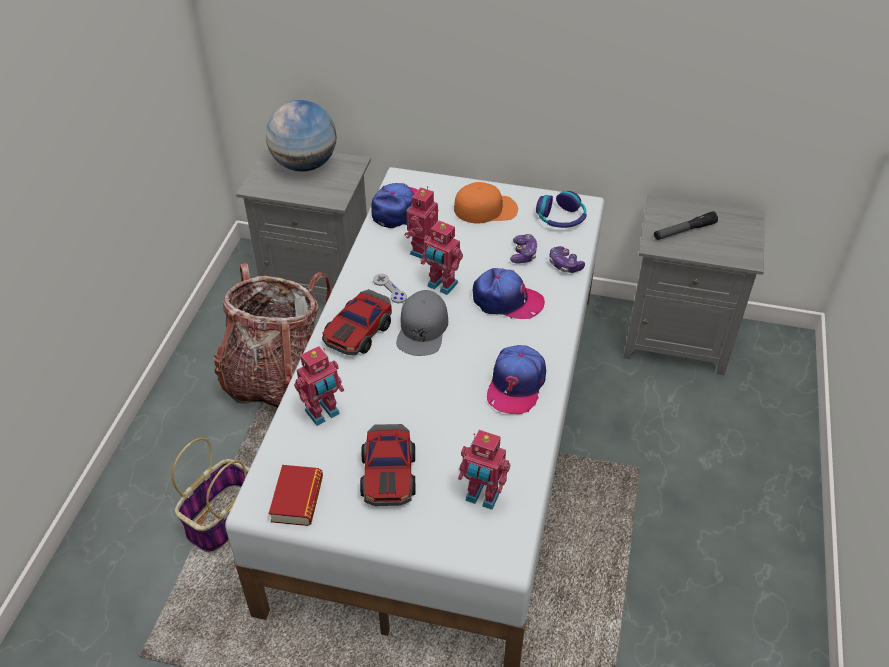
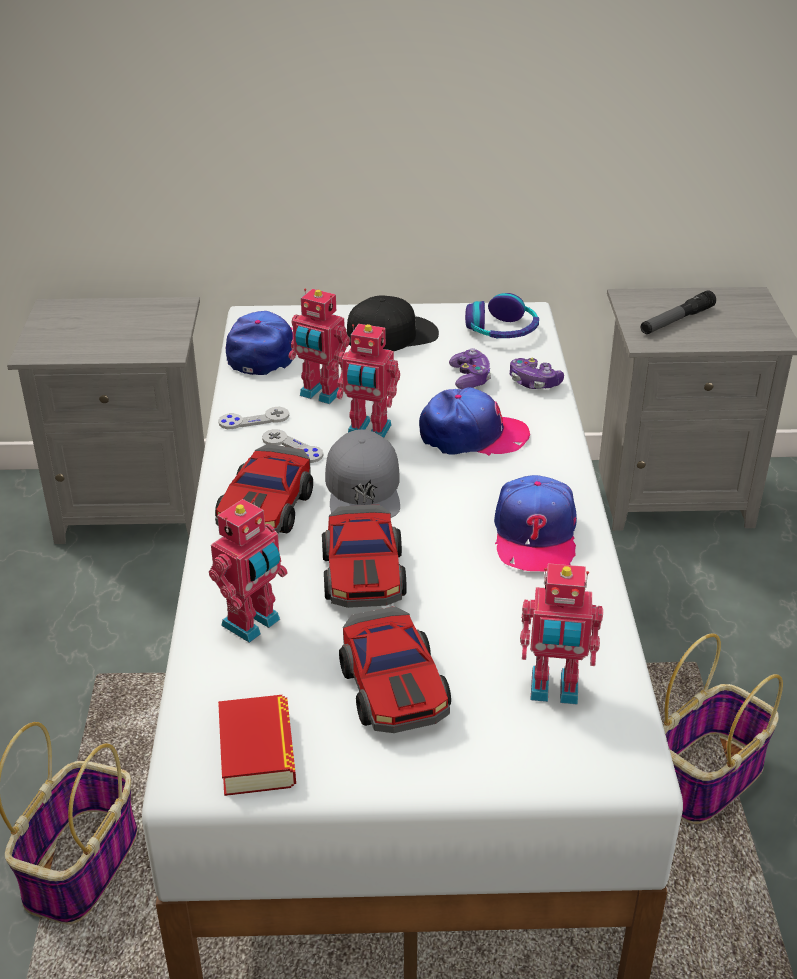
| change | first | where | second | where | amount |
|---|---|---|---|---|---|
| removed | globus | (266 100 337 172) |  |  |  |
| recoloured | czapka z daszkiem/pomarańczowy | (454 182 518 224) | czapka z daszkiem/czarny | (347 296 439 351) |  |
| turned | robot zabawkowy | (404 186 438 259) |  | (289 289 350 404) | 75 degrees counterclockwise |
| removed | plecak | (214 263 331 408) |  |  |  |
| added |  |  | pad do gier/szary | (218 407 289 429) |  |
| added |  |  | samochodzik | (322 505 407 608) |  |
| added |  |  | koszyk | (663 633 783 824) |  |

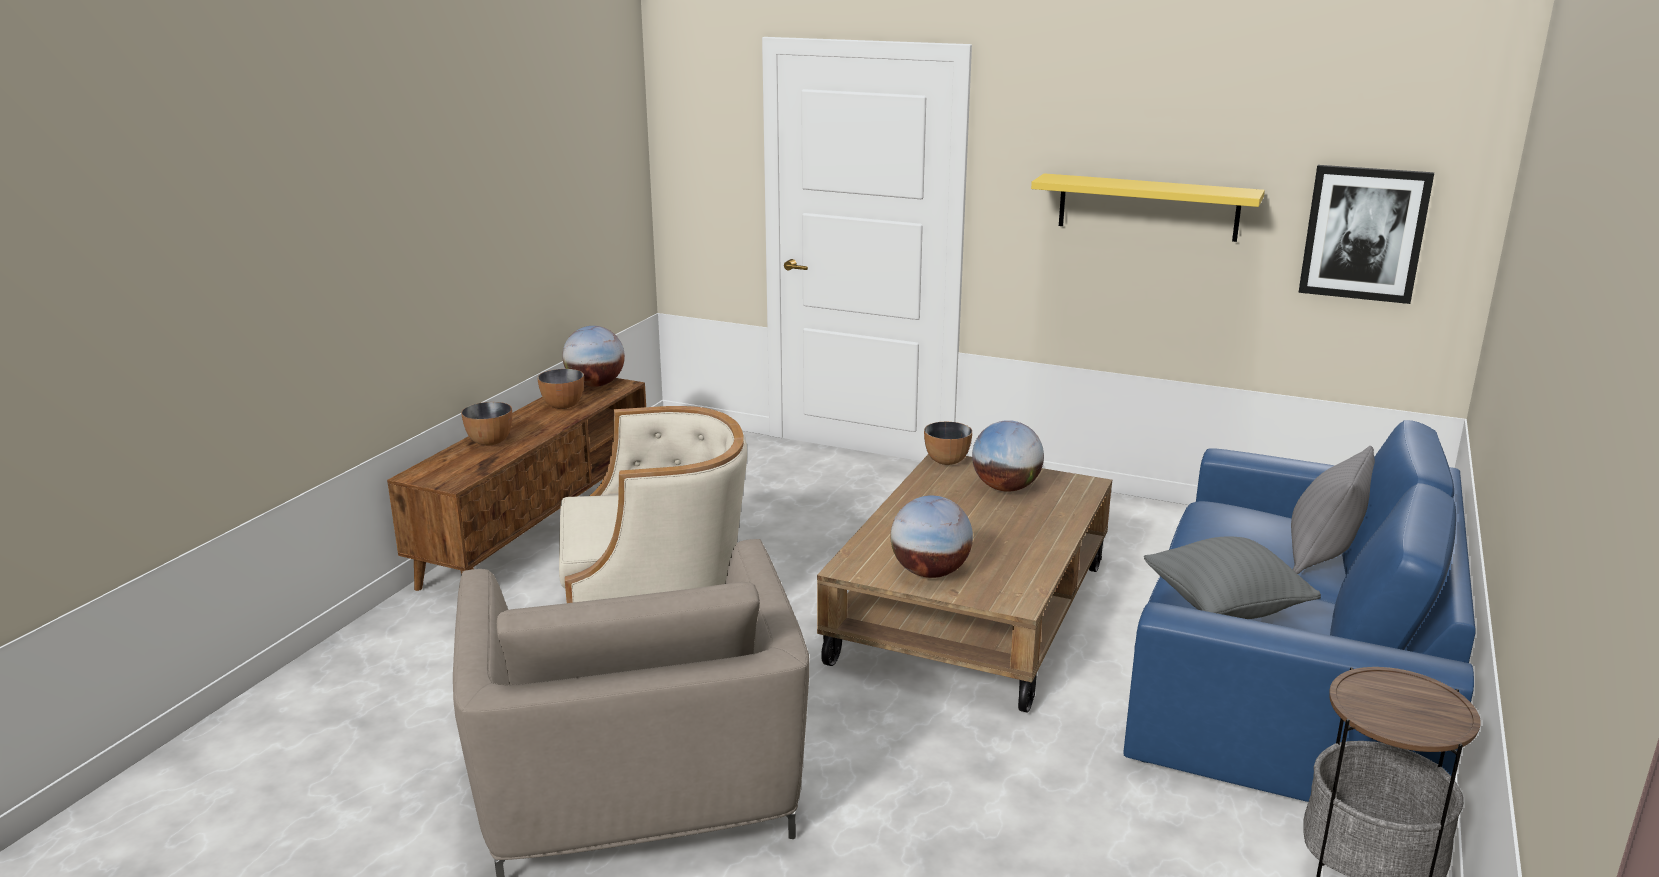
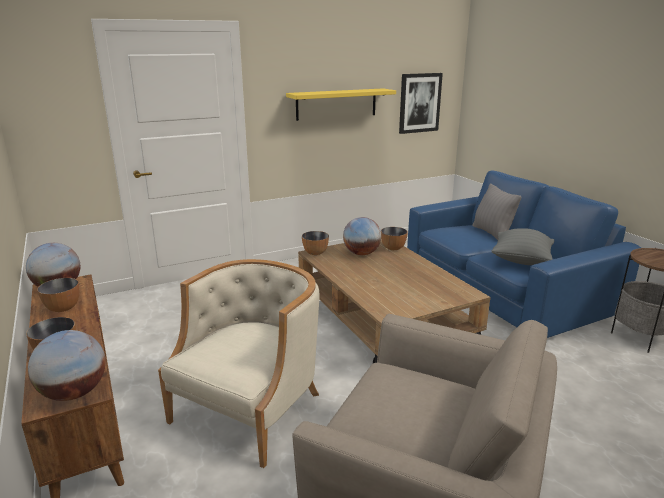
| change | first | where | second | where | amount |
|---|---|---|---|---|---|
| moved | globus | (891 495 973 578) |  | (28 330 106 401) |  |
| added |  |  | miska | (381 227 408 250) |  |

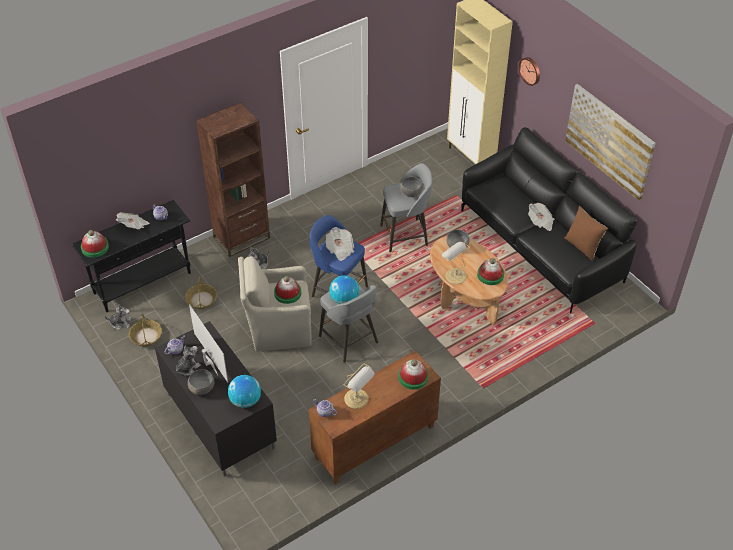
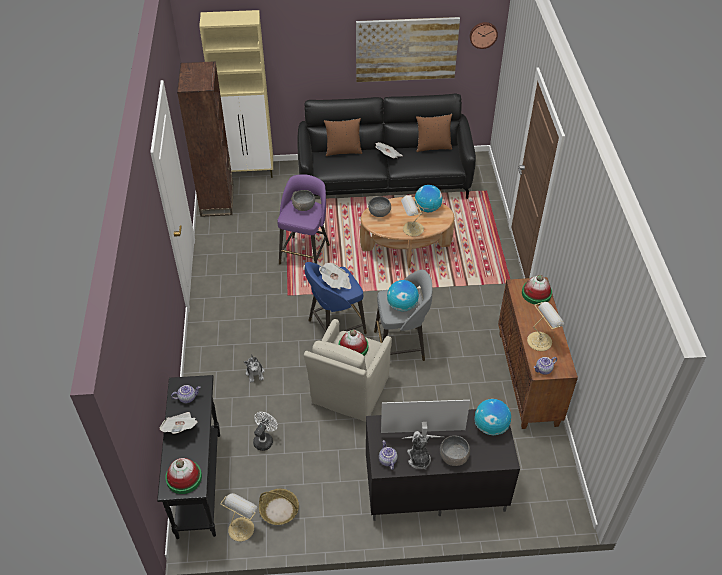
| change | first | where | second | where | amount |
|---|---|---|---|---|---|
| moved | zegar ścienny | (519 57 540 86) |  | (470 22 498 49) |  |
| moved | regał/brązowy | (196 102 270 257) |  | (177 61 234 217) |  |
| recoloured | stołek/szary | (380 163 432 252) | stołek/fioletowy | (277 174 330 265) |  |
| replaced | kapelusz | (477 258 504 285) | globus | (415 185 442 212) |  |
| replaced | koszyk | (185 277 217 309) | wentylator/biały | (253 412 278 451) |  |
| replaced | pluszak | (105 304 132 330) | lampa stołowa | (220 493 257 542) |  |
| added |  |  | poduszka/brązowy | (324 118 362 156) |  |

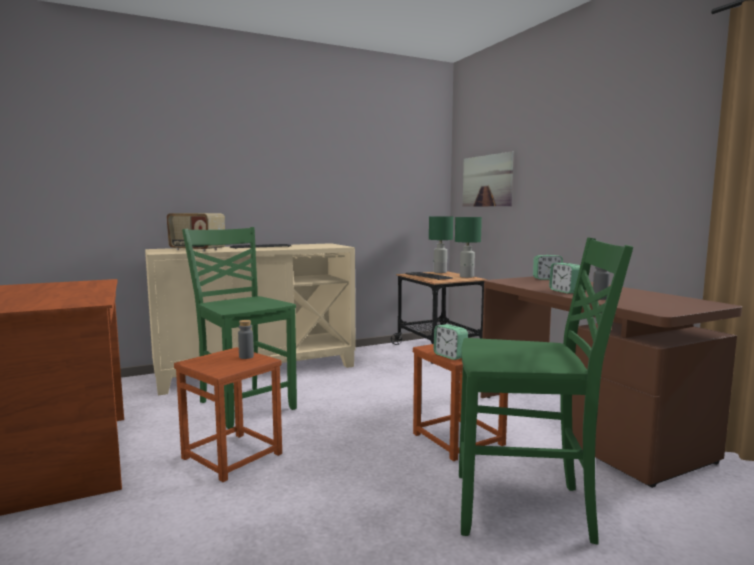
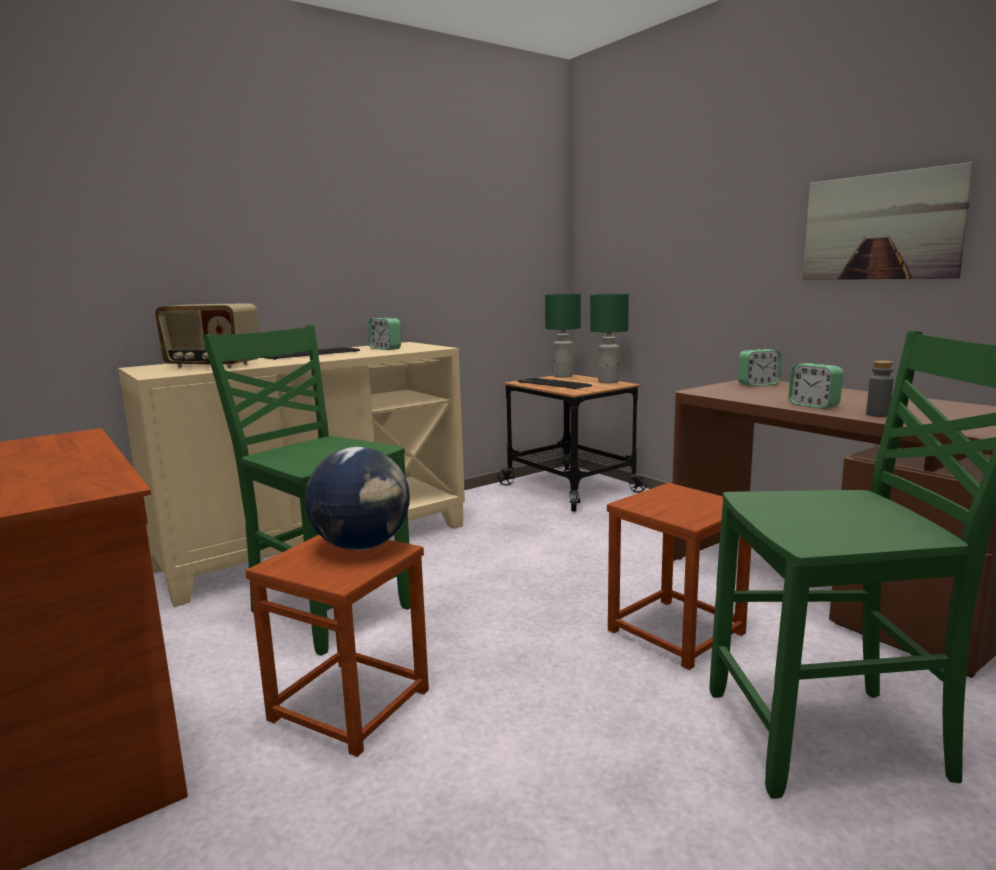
| change | first | where | second | where | amount |
|---|---|---|---|---|---|
| moved | obraz | (463 151 514 207) |  | (803 162 975 280) |  |
| replaced | butelka/szary | (238 320 254 359) | globus | (305 447 410 550) |  |
| moved | budzik | (433 324 468 360) |  | (368 318 401 350) |  |

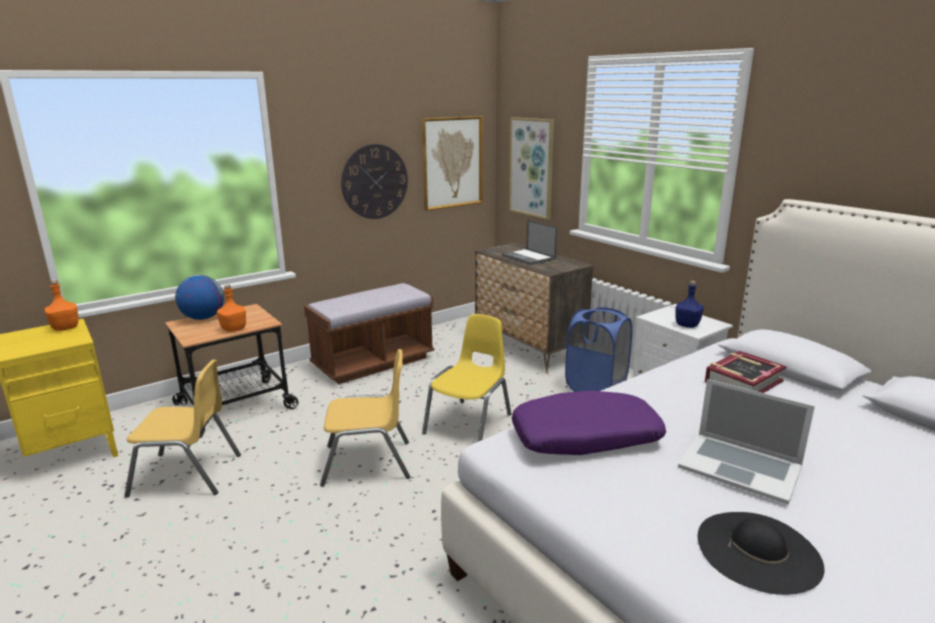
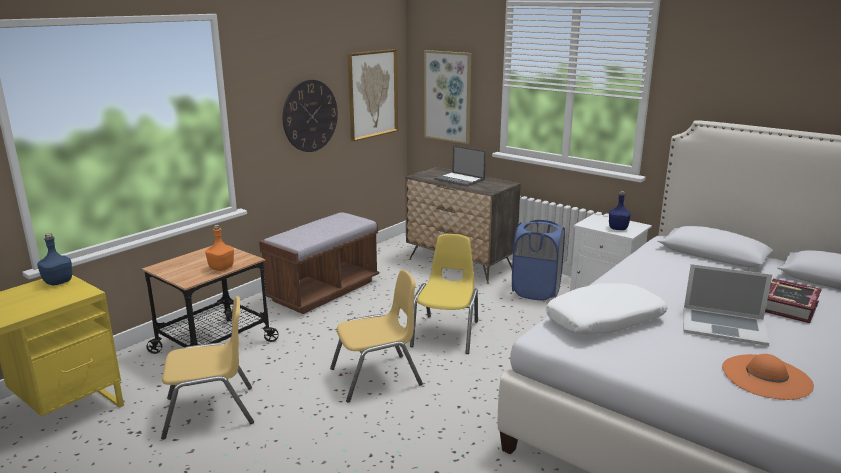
| change | first | where | second | where | amount |
|---|---|---|---|---|---|
| removed | globus | (175 275 224 320) |  |  |  |
| recoloured | butelka/pomarańczowy | (44 280 79 331) | butelka/niebieski | (37 233 72 285) |  |
| moved | książka | (705 351 786 393) |  | (765 278 822 323) |  |
| recoloured | poduszka/fioletowy | (512 390 666 455) | poduszka/biały | (546 283 667 334) |  |
| recoloured | kapelusz/czarny | (698 512 824 595) | kapelusz/pomarańczowy | (722 354 814 400) |  |

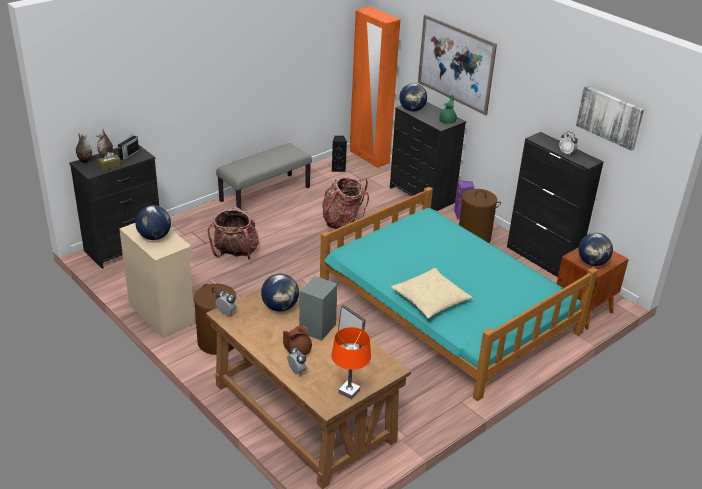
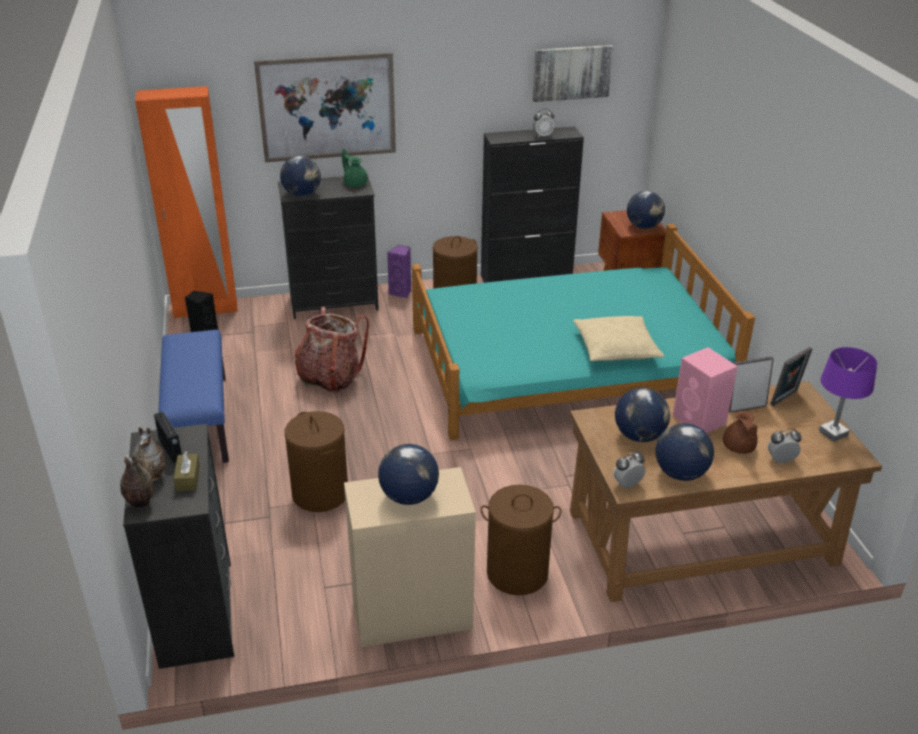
| change | first | where | second | where | amount |
|---|---|---|---|---|---|
| recoloured | ławka/szary | (216 143 312 209) | ławka/niebieski | (158 330 229 463) |  |
| replaced | plecak | (208 207 259 260) | kosz na pranie/brązowy | (284 411 348 512) |  |
| recoloured | głośnik/szary | (299 276 338 341) | głośnik/różowy | (673 347 738 433) |  |
| recoloured | lampa stołowa/pomarańczowy | (331 327 371 400) | lampa stołowa/fioletowy | (819 347 877 442) |  |
| added |  |  | ramka na zdjęcie | (770 347 812 406) |  |
| added |  |  | globus | (655 423 714 481) |  |

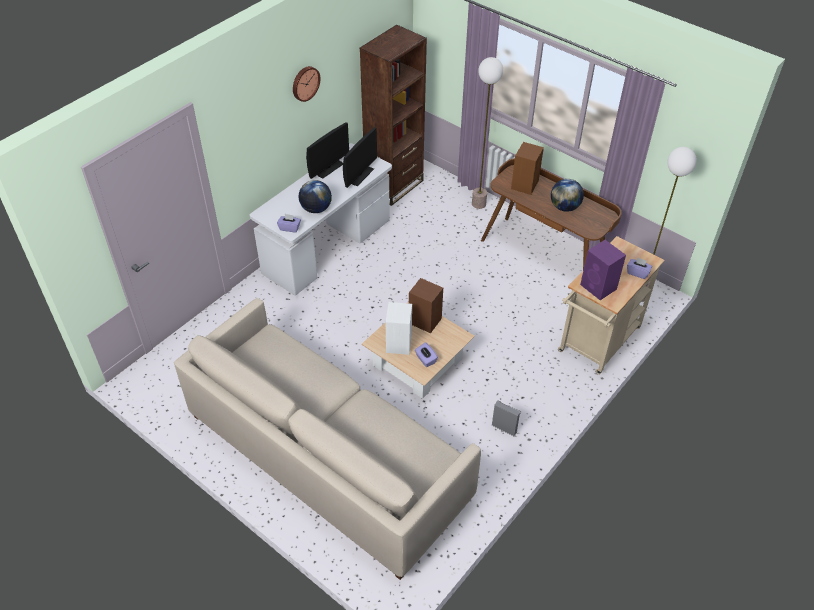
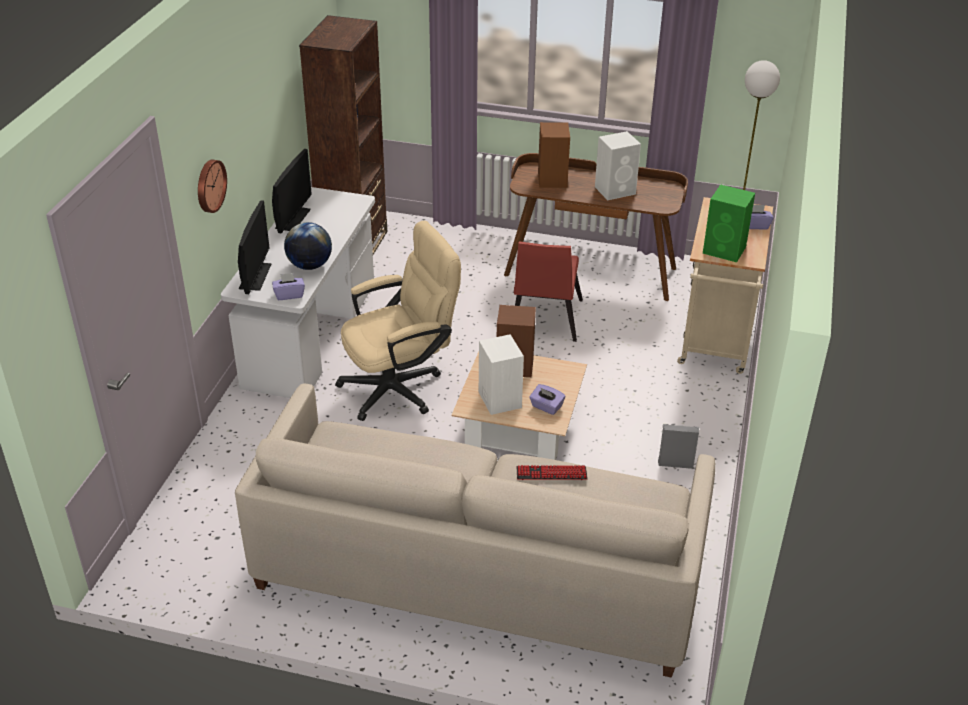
| change | first | where | second | where | amount |
|---|---|---|---|---|---|
| removed | lampa stojąca | (472 57 503 209) |  |  |  |
| moved | zegar ścienny | (293 66 320 102) |  | (198 159 227 213) |  |
| moved | monitor | (343 127 377 188) |  | (238 201 271 294) |  |
| replaced | globus | (551 179 584 212) | głośnik/biały | (595 131 641 200) |  |
| recoloured | głośnik/fioletowy | (580 240 626 300) | głośnik/zielony | (703 184 755 262) |  |
| added |  |  | krzesło biurowe/beżowy | (335 221 461 421) |  |
| added |  |  | krzesło/czerwony | (514 241 583 342) |  |
| added |  |  | klawiatura | (516 465 588 480) |  |

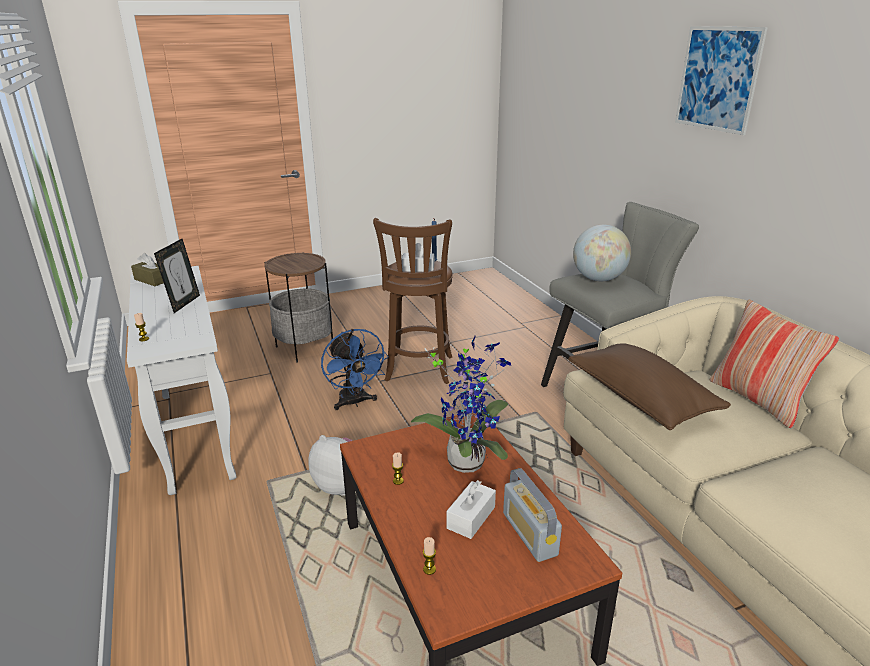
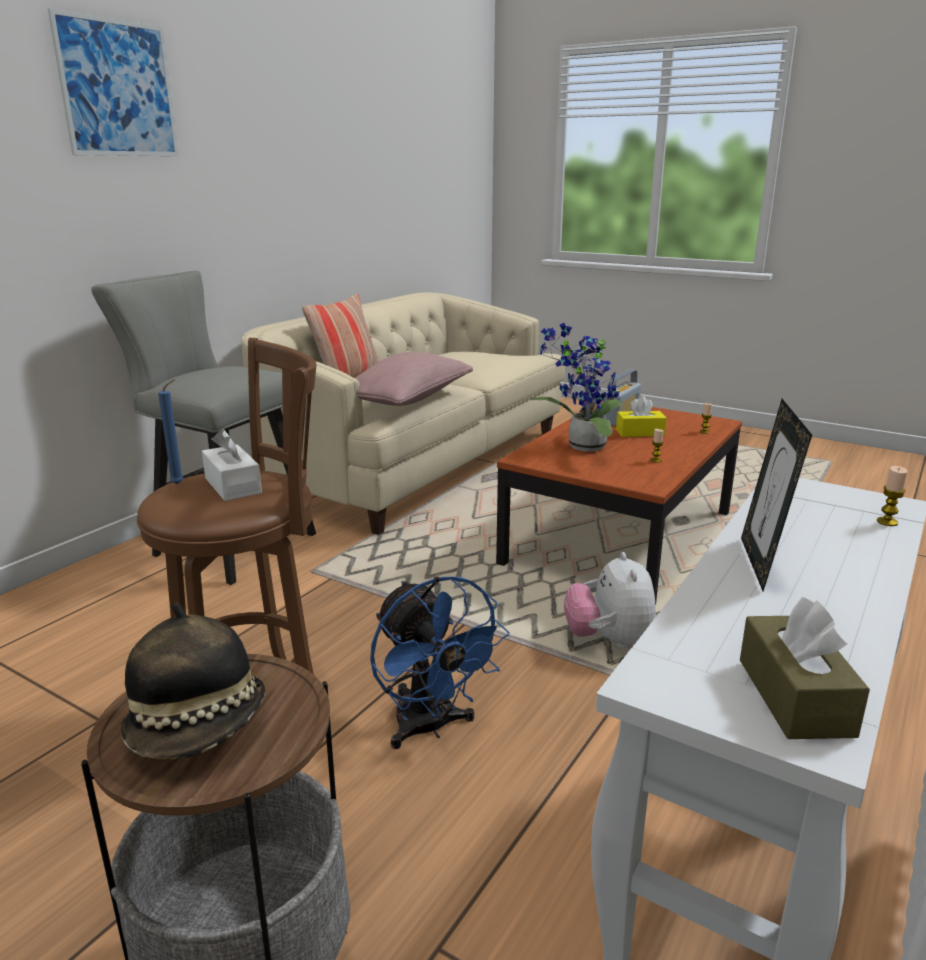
| change | first | where | second | where | amount |
|---|---|---|---|---|---|
| removed | globus | (573 224 631 281) |  |  |  |
| turned | ramka na zdjęcie | (154 239 200 313) |  | (741 399 812 591) | 60 degrees counterclockwise |
| turned | wentylator/niebieski | (321 329 389 410) |  | (370 576 510 749) | 120 degrees clockwise |
| recoloured | poduszka/brązowy | (568 343 731 430) | poduszka/różowy | (355 351 473 406) |  |
| recoloured | pudełko chusteczek/biały | (447 480 496 539) | pudełko chusteczek/żółty | (616 396 667 437) |  |
| added |  |  | kapelusz | (121 602 265 759) |  |

